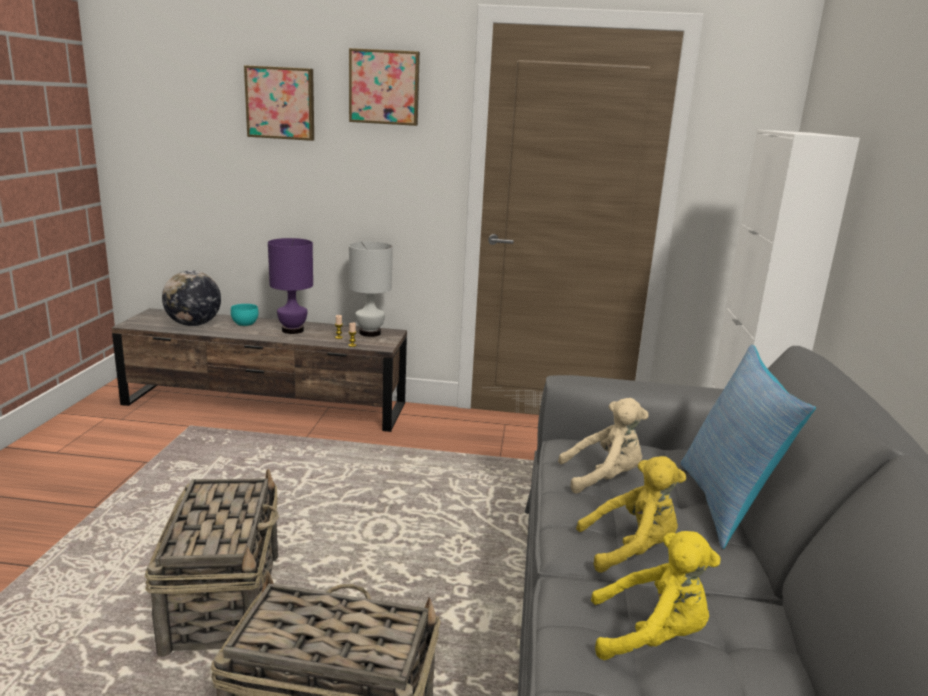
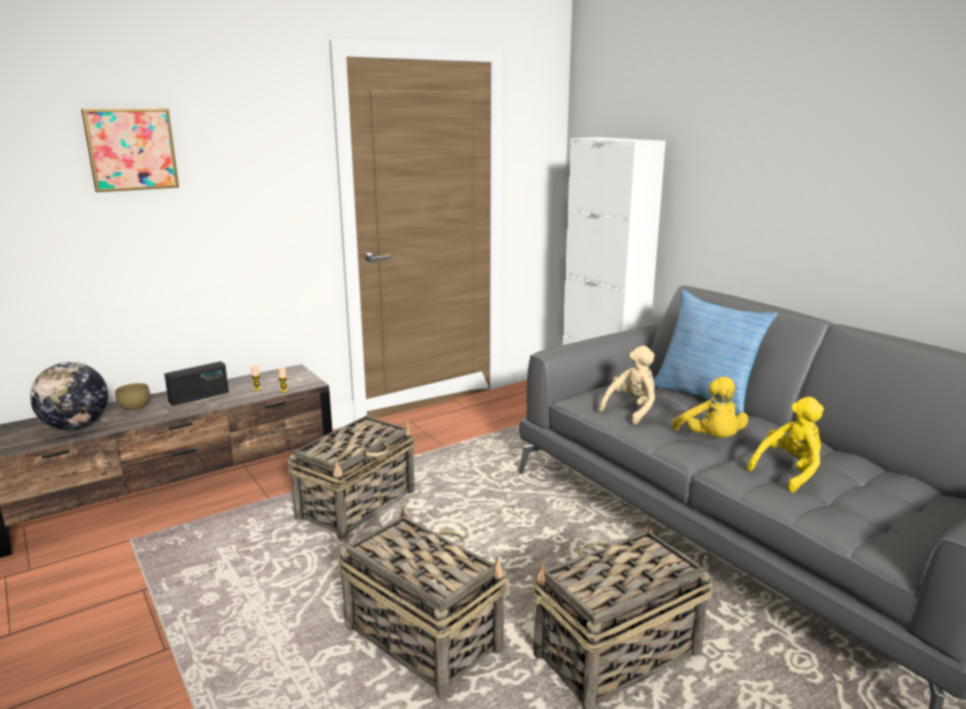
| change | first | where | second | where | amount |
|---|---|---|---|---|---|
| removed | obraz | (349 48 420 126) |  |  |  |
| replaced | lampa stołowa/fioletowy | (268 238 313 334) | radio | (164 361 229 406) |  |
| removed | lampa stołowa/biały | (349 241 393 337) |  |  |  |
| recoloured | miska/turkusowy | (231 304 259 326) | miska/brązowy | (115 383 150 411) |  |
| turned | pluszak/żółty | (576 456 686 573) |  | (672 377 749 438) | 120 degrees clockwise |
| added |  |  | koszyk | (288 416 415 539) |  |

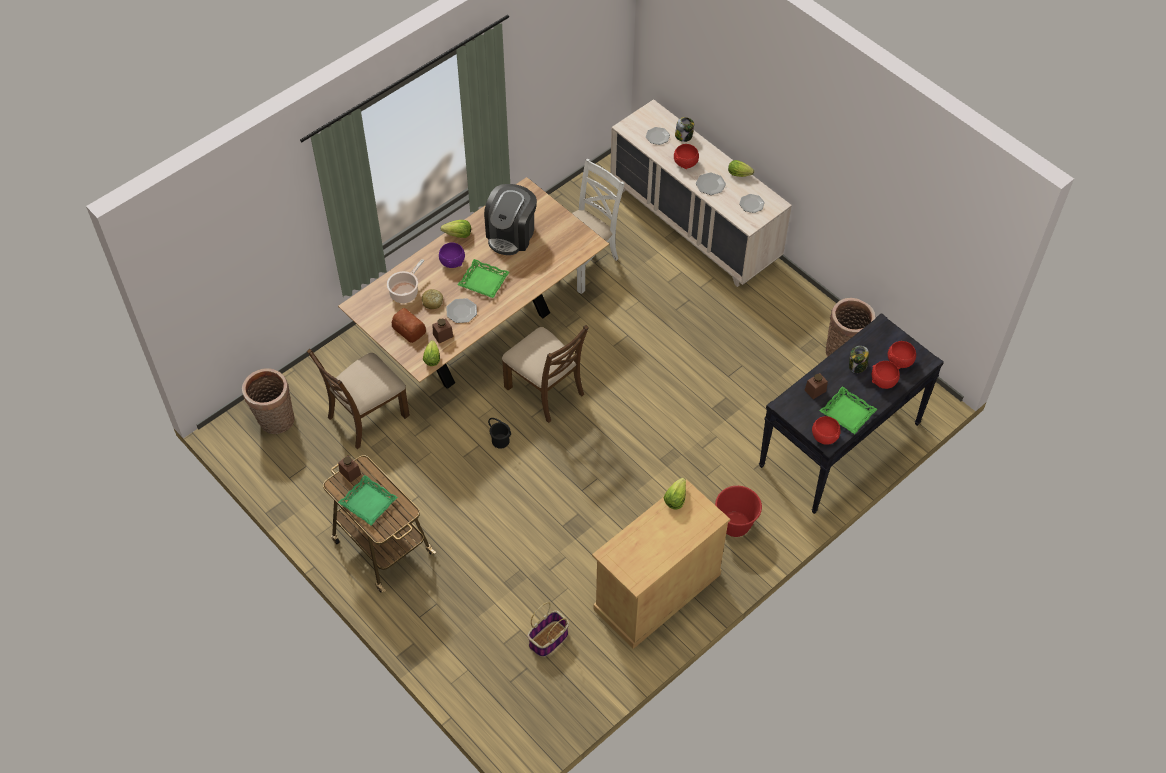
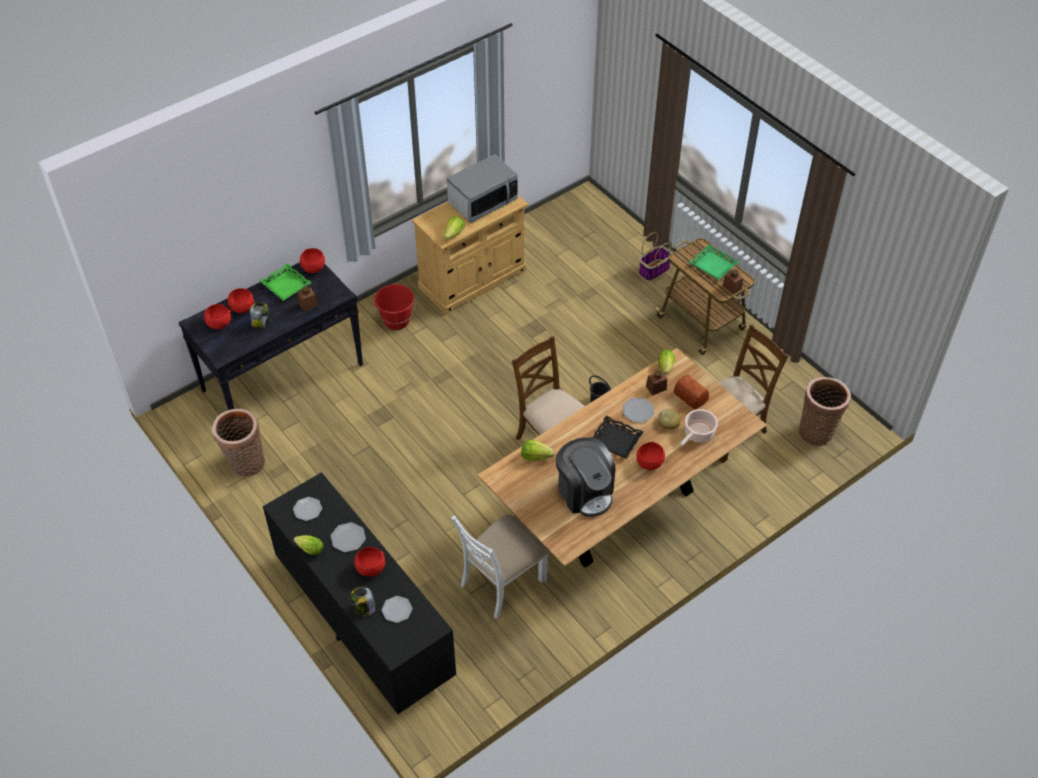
| change | first | where | second | where | amount |
|---|---|---|---|---|---|
| recoloured | komoda/beżowy | (610 99 792 287) | komoda/czarny | (263 472 456 714) |  |
| turned | ekspres do kawy | (484 184 537 255) |  | (556 437 616 517) | 120 degrees clockwise |
| moved | sałata | (441 220 471 238) |  | (521 440 555 461) |  |
| recoloured | miska/fioletowy | (439 243 465 268) | miska/czerwony | (636 441 665 470) |  |
| recoloured | taca/zielony | (457 259 509 298) | taca/czarny | (593 416 643 459) |  |
| moved | koszyk | (528 602 569 657) |  | (639 232 672 281) |  |
| added |  |  | mikrofalówka | (447 154 518 223) |  |

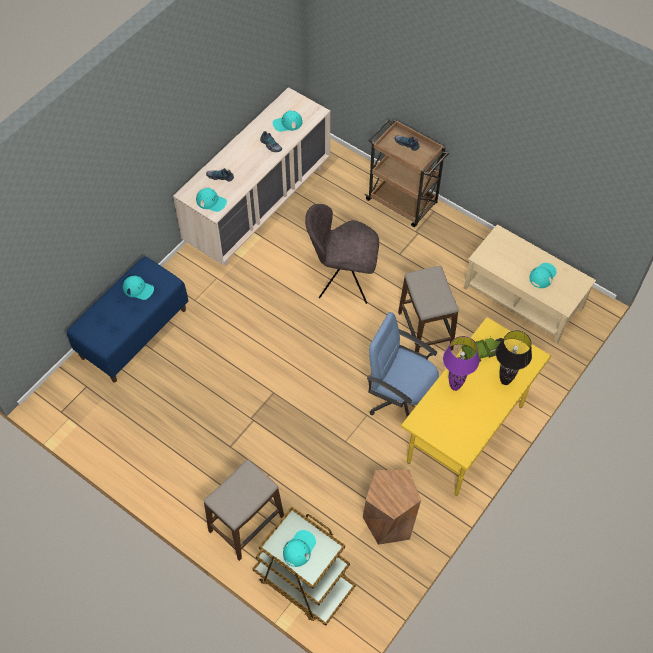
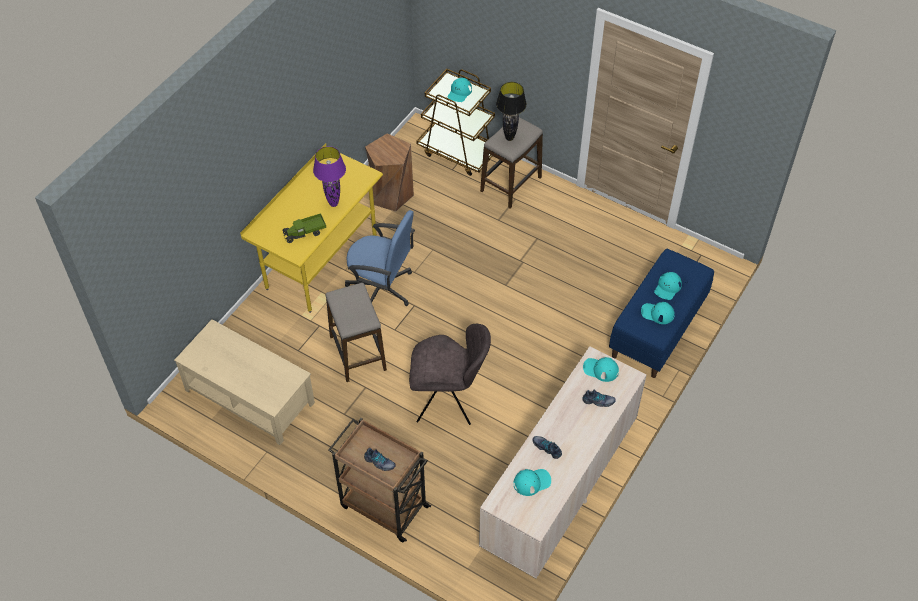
| change | first | where | second | where | amount |
|---|---|---|---|---|---|
| moved | czapka z daszkiem/turkusowy | (529 263 557 288) |  | (654 272 682 300) |  |
| moved | lampa stołowa/czarny | (496 330 532 385) |  | (496 82 527 141) |  |

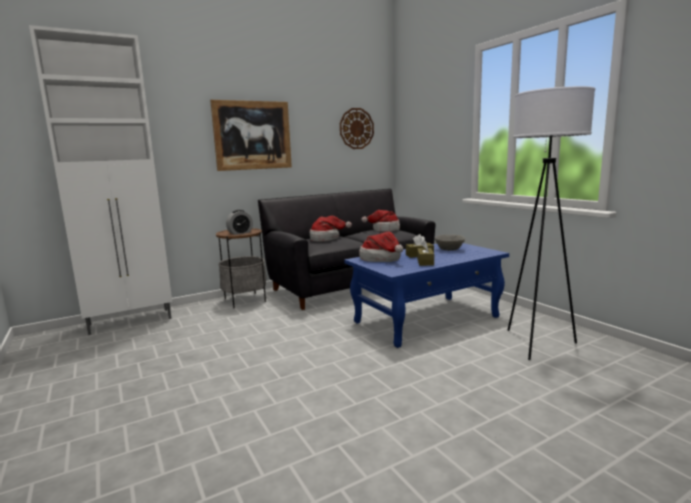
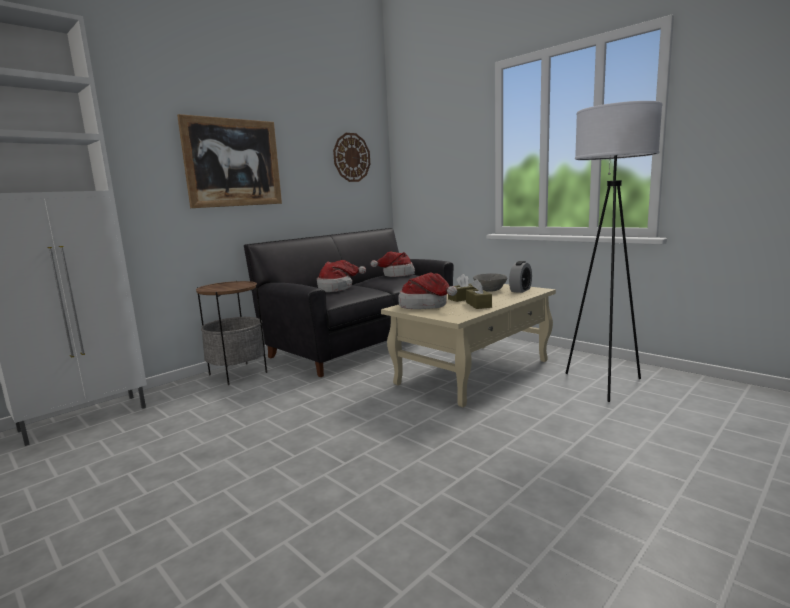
| change | first | where | second | where | amount |
|---|---|---|---|---|---|
| moved | budzik | (226 210 253 235) |  | (509 261 532 293) |  |
| recoloured | ława/niebieski | (344 243 509 348) | ława/beżowy | (381 284 556 407) |  |

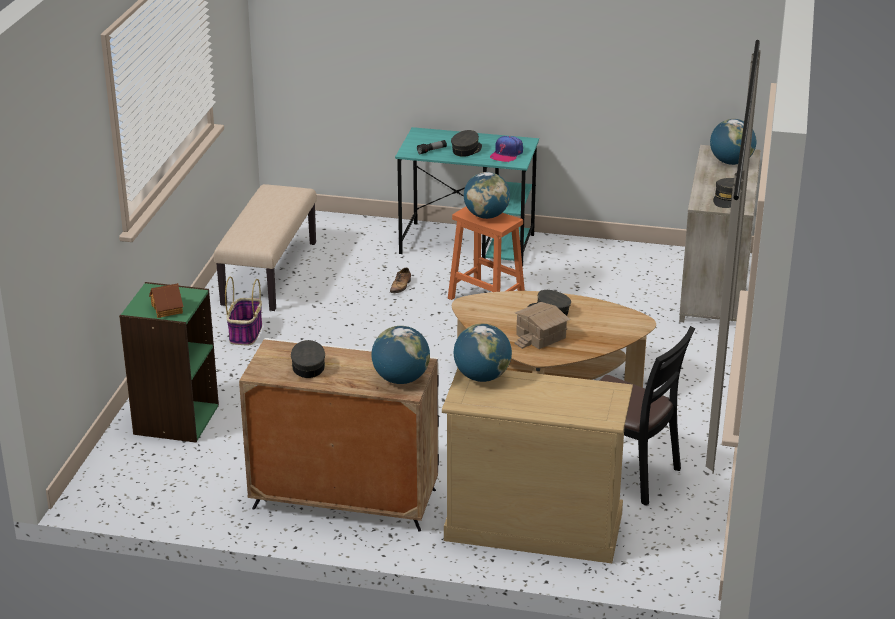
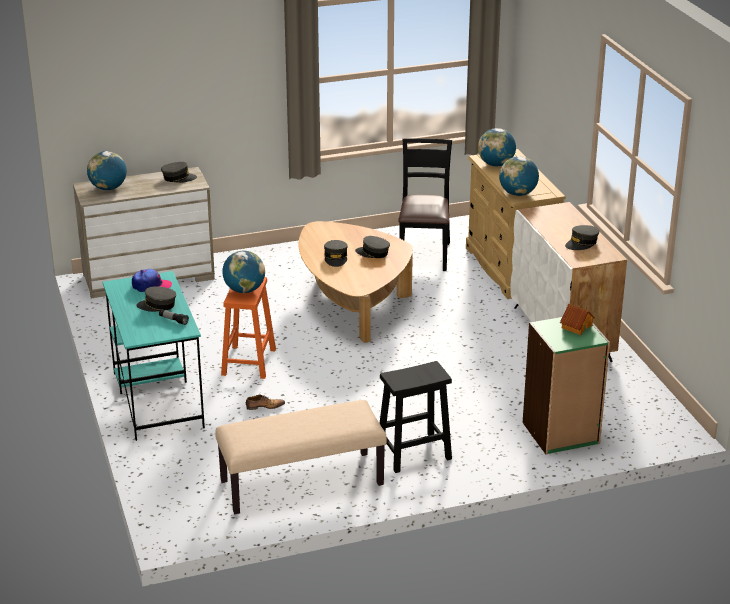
| change | first | where | second | where | amount |
|---|---|---|---|---|---|
| replaced | koszyk | (225 276 262 346) | stołek/czarny | (379 361 452 473) |  |
| replaced | domek | (514 302 570 349) | czapka z daszkiem/szary | (355 236 390 258) |  |
| moved | globus | (372 326 430 384) |  | (478 128 516 166) |  |

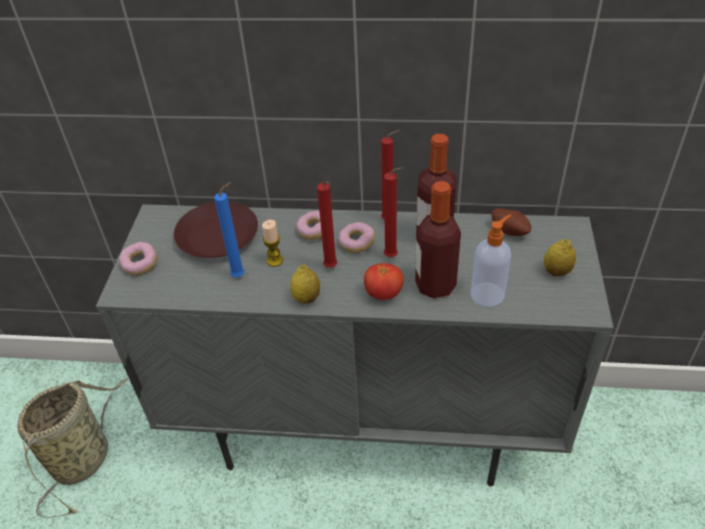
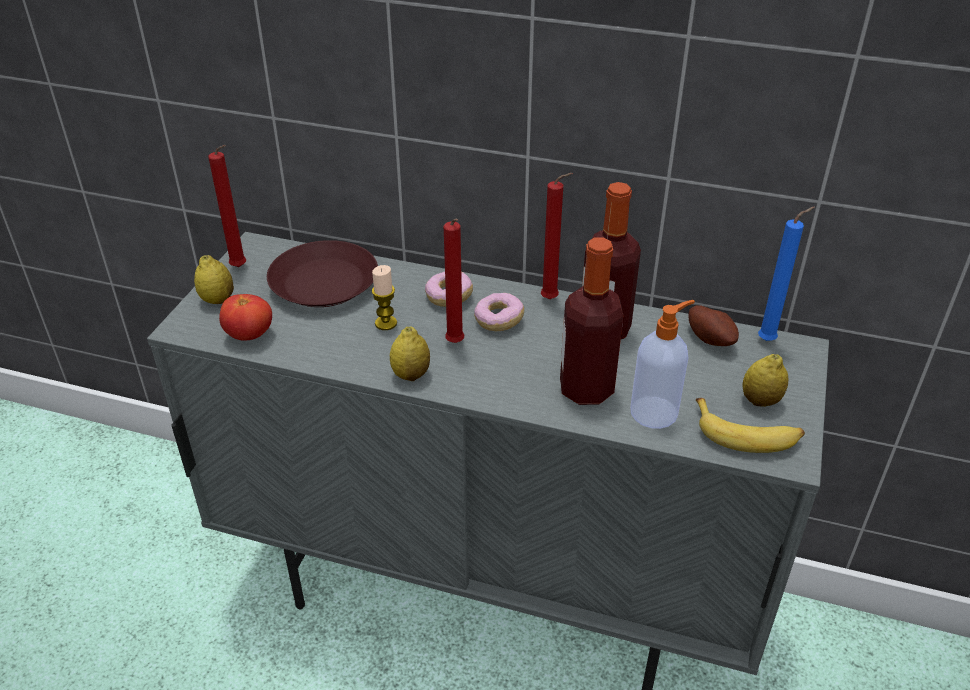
| change | first | where | second | where | amount |
|---|---|---|---|---|---|
| moved | świeca/czerwony | (384 167 403 257) |  | (208 145 246 267) |  |
| moved | świeca/niebieski | (214 182 244 277) |  | (758 207 815 341) |  |
| replaced | donut | (119 242 157 275) | cytryna | (194 255 234 304) |  |
| moved | pomidor | (364 263 404 300) |  | (219 294 272 340) |  |
| removed | koszyk | (17 378 128 518) |  |  |  |
| added |  |  | banan | (696 398 805 453) |  |

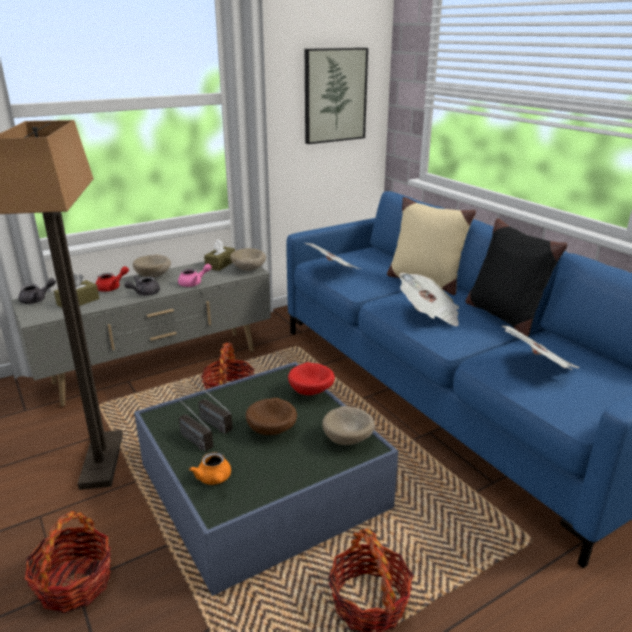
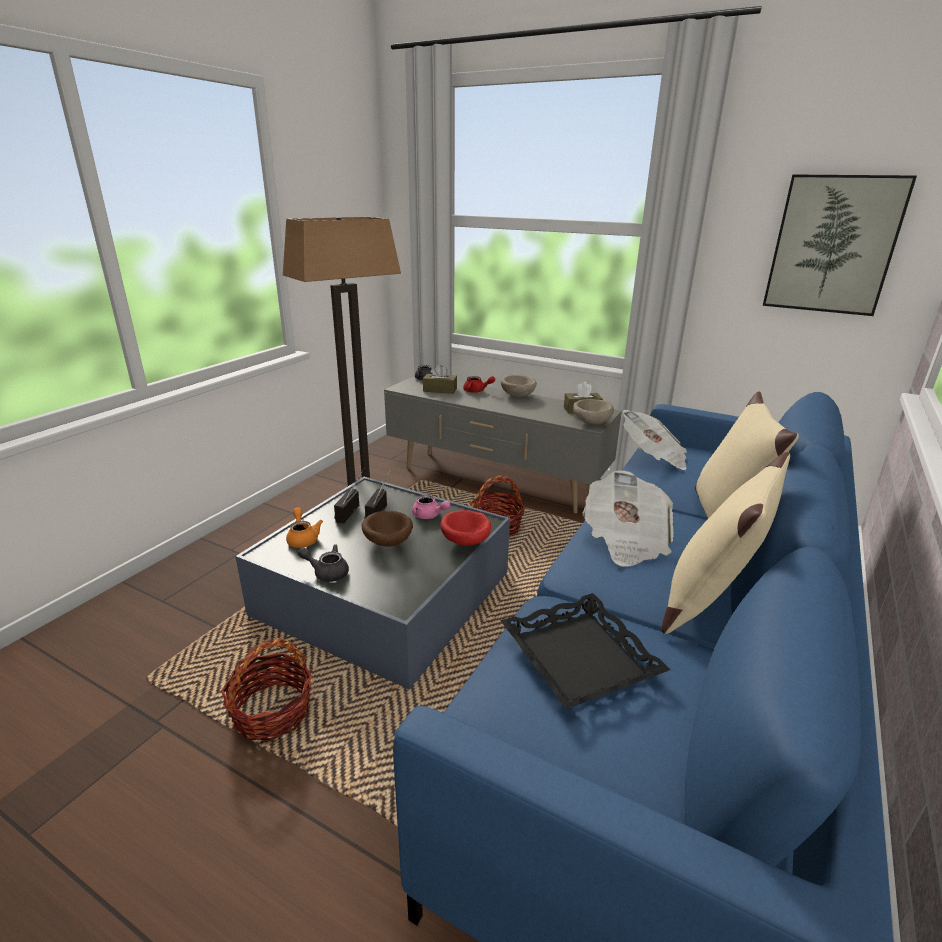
| change | first | where | second | where | amount |
|---|---|---|---|---|---|
| recoloured | poduszka/czarny | (466 218 568 337) | poduszka/beżowy | (662 452 790 634) |  |
| moved | imbryk/różowy | (178 264 212 287) |  | (412 495 451 519) |  |
| moved | imbryk/szary | (124 276 160 296) |  | (297 544 349 582) |  |
| replaced | gazeta | (501 326 580 370) | taca/czarny | (500 593 670 709) |  |
| removed | miska/beżowy | (322 406 375 445) |  |  |  |
| turned | imbryk/pomarańczowy | (189 452 231 485) |  | (286 507 323 548) | 120 degrees clockwise |
| removed | koszyk | (25 511 111 613) |  |  |  |

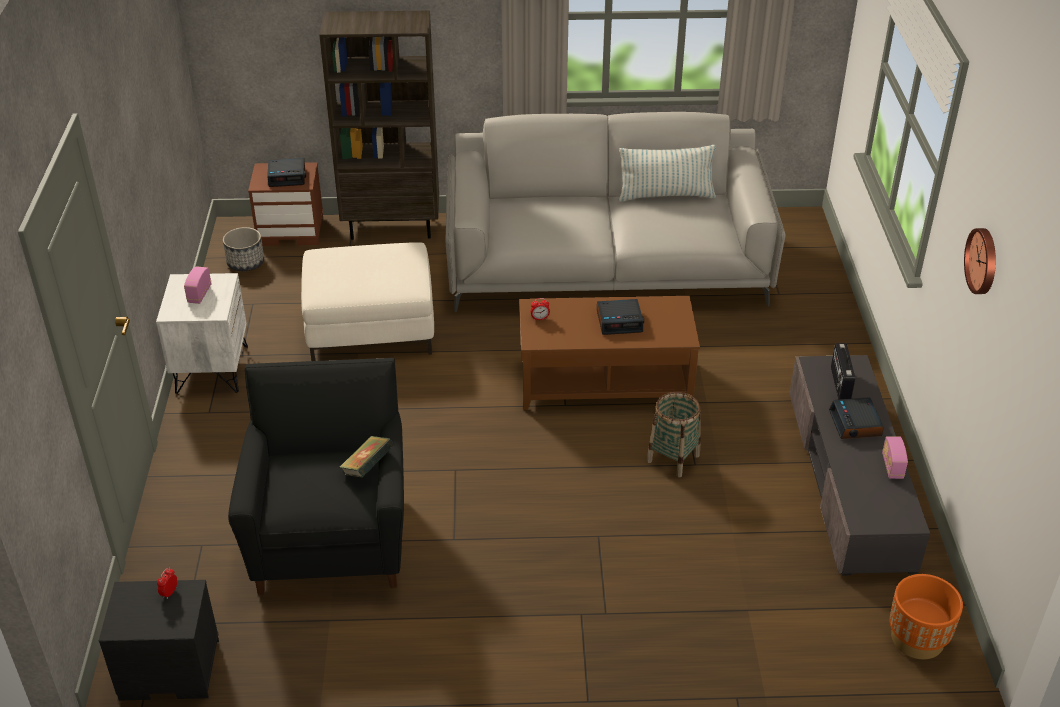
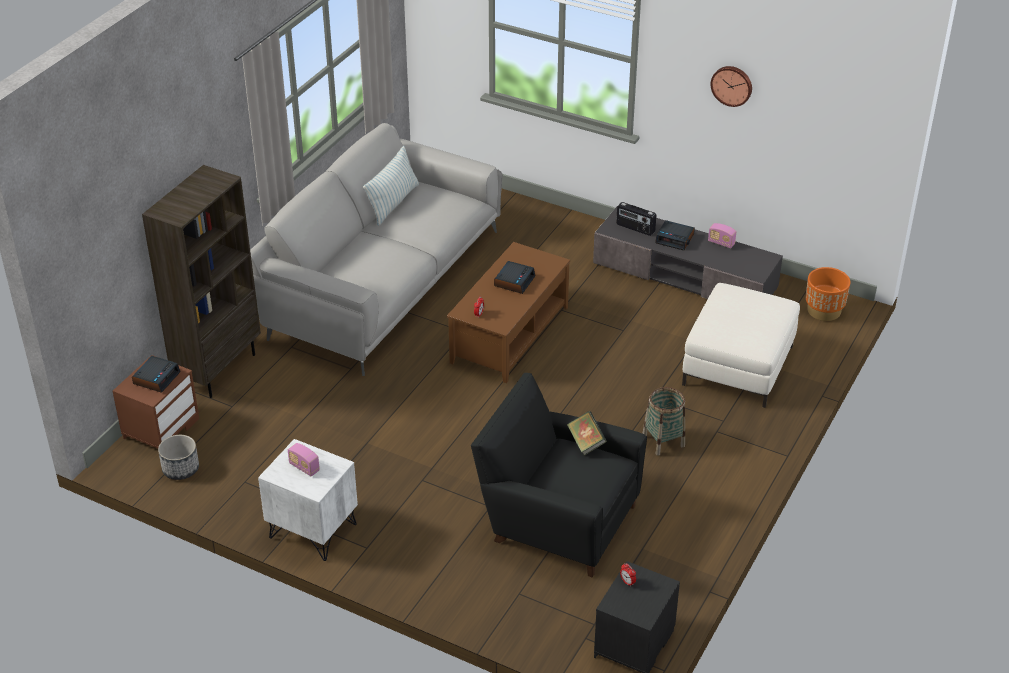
| change | first | where | second | where | amount |
|---|---|---|---|---|---|
| moved | pufa/biały | (301 242 434 361) |  | (682 283 800 408) |  |
| moved | koszyk | (647 392 701 477) |  | (642 387 685 456) |  |

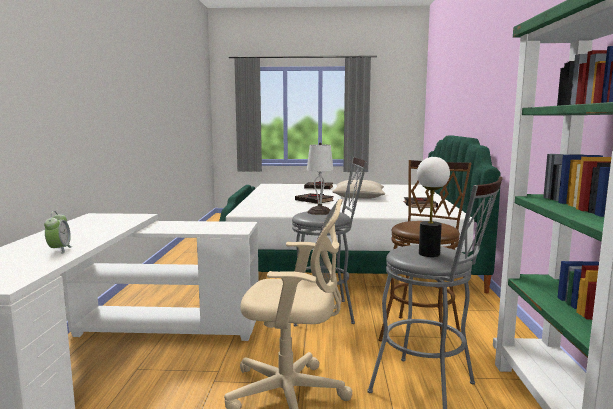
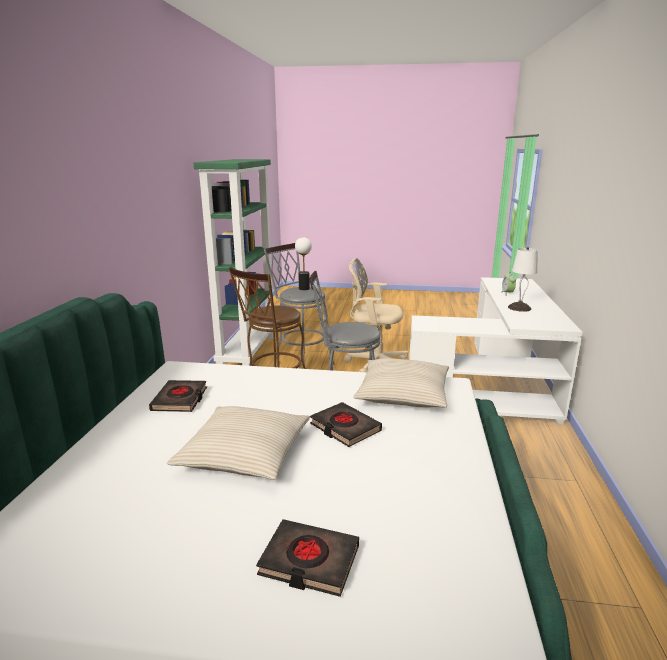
| change | first | where | second | where | amount |
|---|---|---|---|---|---|
| moved | lampa stołowa/biały | (307 142 334 215) |  | (508 247 537 312) |  |
| added |  |  | poduszka/beżowy | (353 358 449 408) |  |

